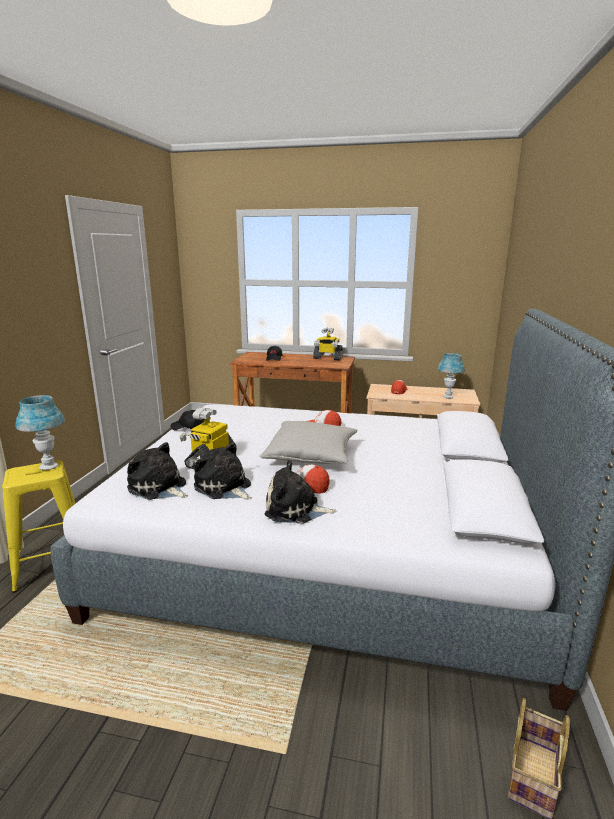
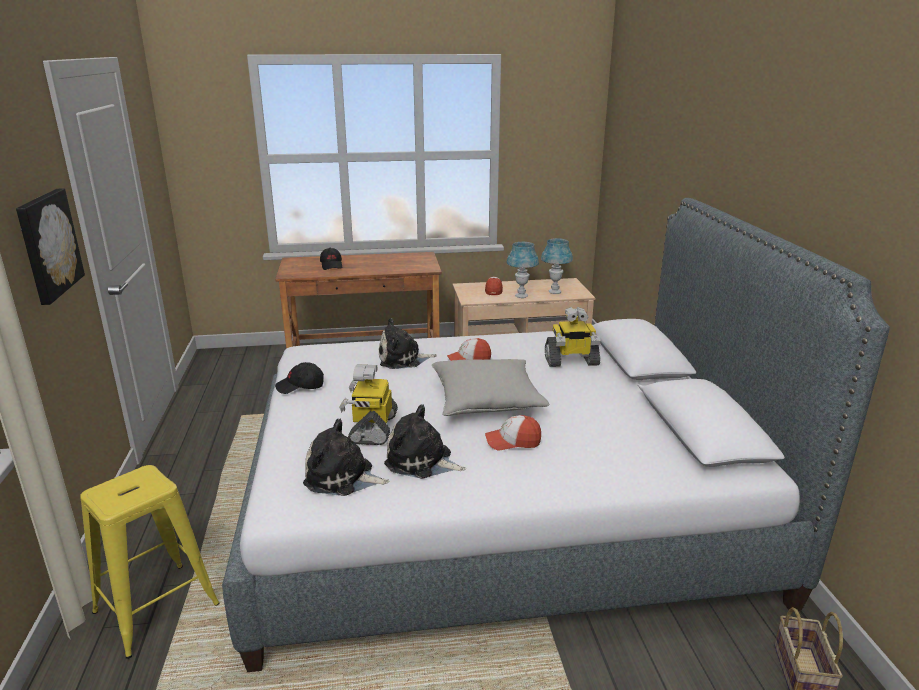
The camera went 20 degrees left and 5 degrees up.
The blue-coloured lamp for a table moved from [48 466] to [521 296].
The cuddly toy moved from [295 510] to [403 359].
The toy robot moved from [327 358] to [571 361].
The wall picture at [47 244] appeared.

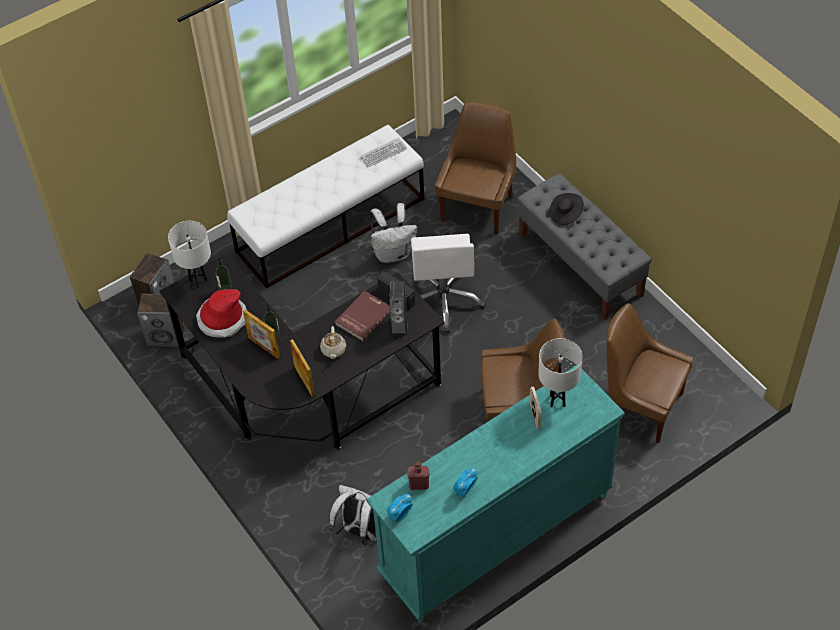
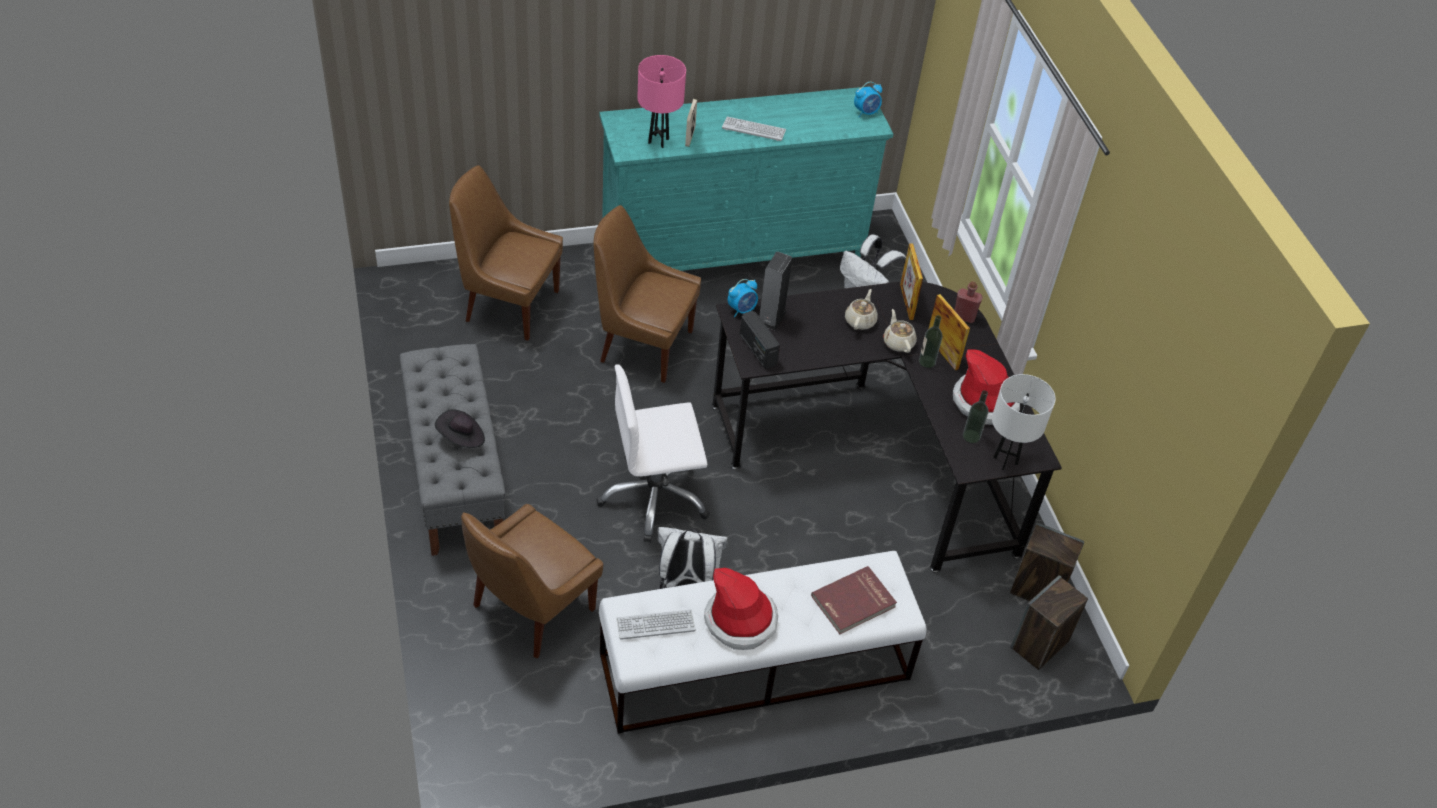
The camera went 165 degrees left and 5 degrees down.
The red bound book moved from [363 317] to [854 602].
The red drink bottle moved from [419 485] to [964 317].
The white-coloured desk chair at [444 300] turned 120 degrees counterclockwise.
The alarm clock moved from [465 490] to [742 310].
The white-coloured lamp for a table at [557 401] became the pink-coloured lamp for a table at [658 141].
The brown-coloured plain chair at [640 406] turned 150 degrees clockwise.
The clothing hat at [740 620] appeared.
The keyboard at [754 129] appeared.
The beige-coloured tea pot at [898 342] appeared.

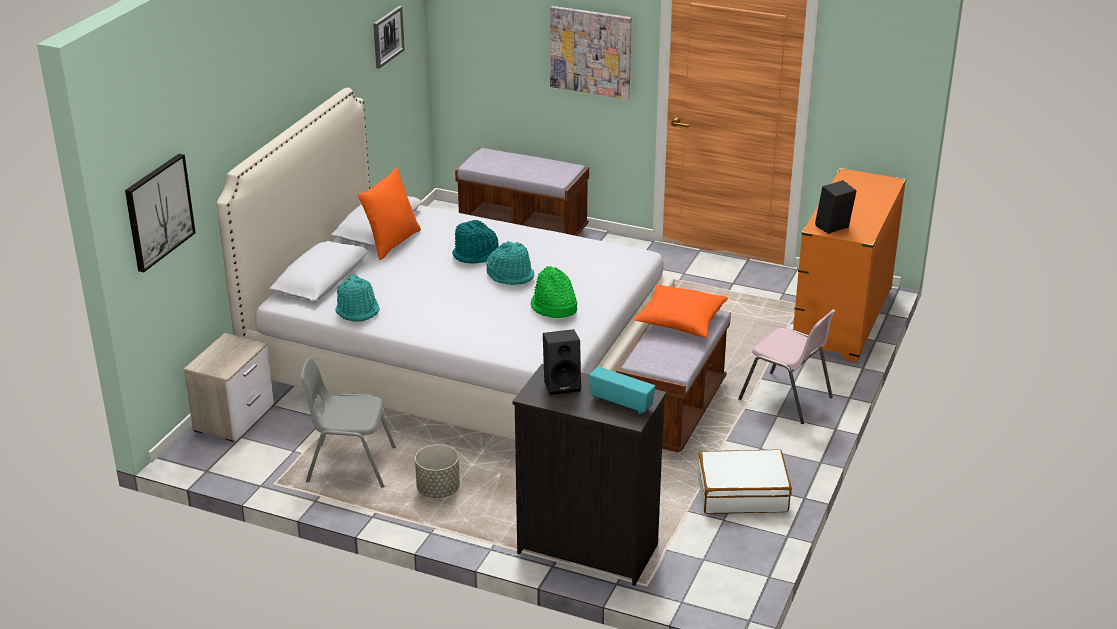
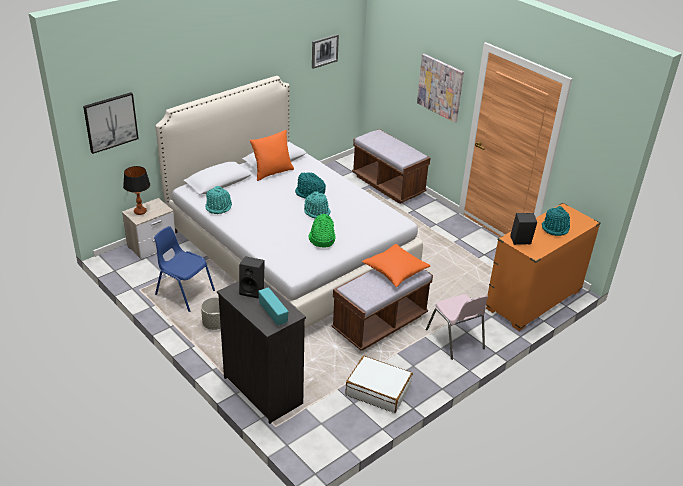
The camera went 25 degrees right and 5 degrees up.
The greyish plain chair at [349 464] became the blue-coloured plain chair at [184 292].
The lamp for a table at [140 212] appeared.
The turquoise clothing hat at [555 228] appeared.

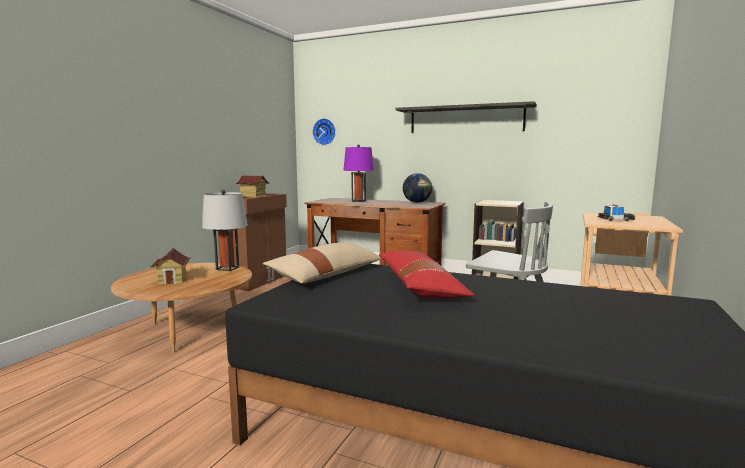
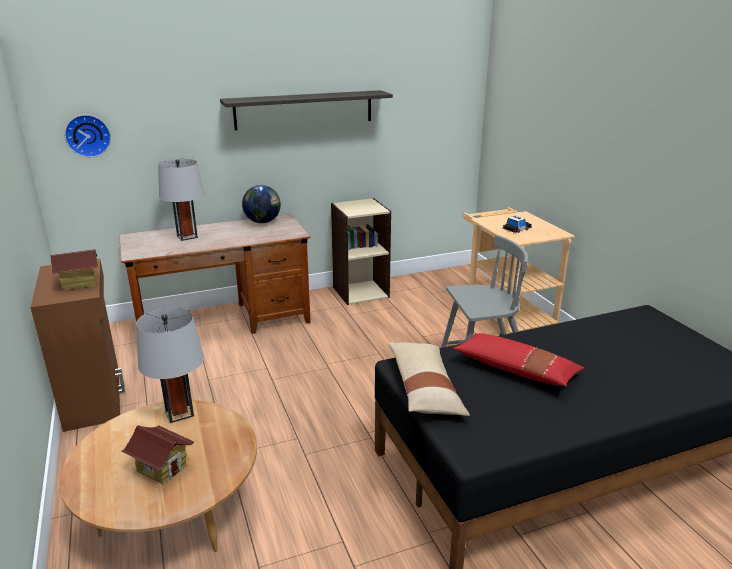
The camera went 45 degrees left and 15 degrees up.
The purple-coloured lamp for a table at [358 201] became the greyish lamp for a table at [187 236].

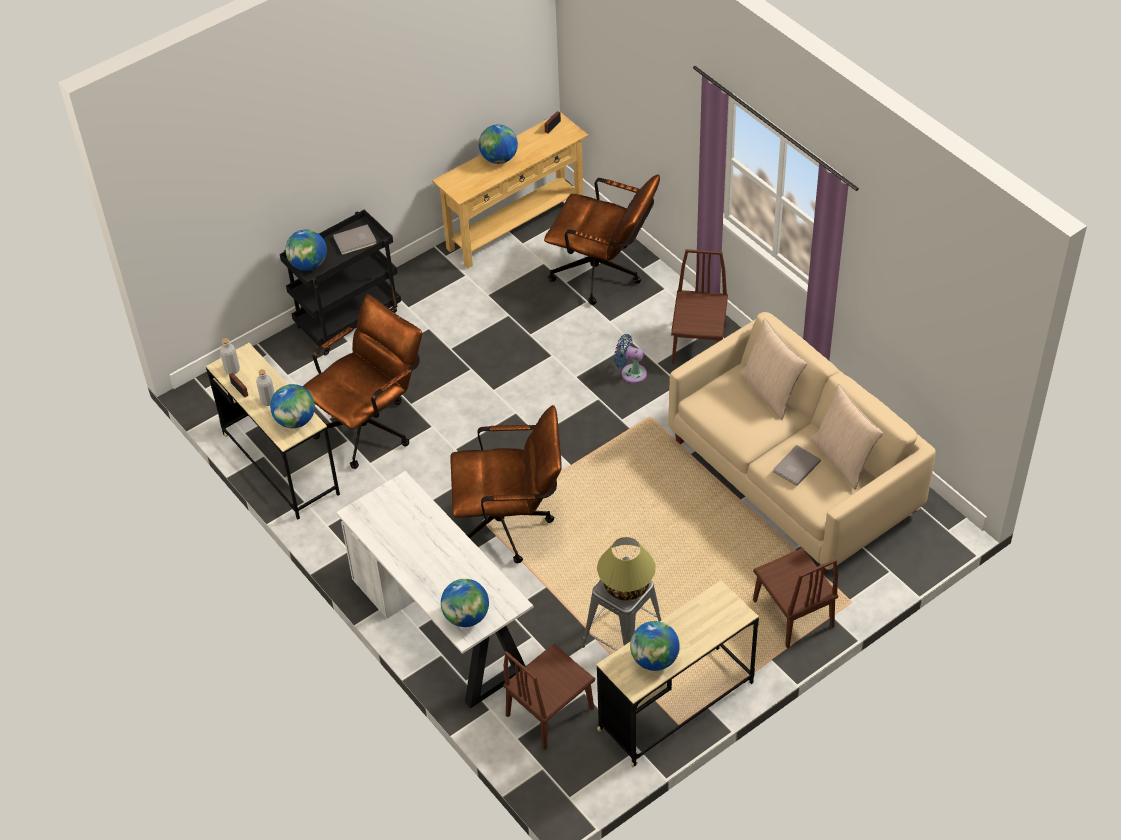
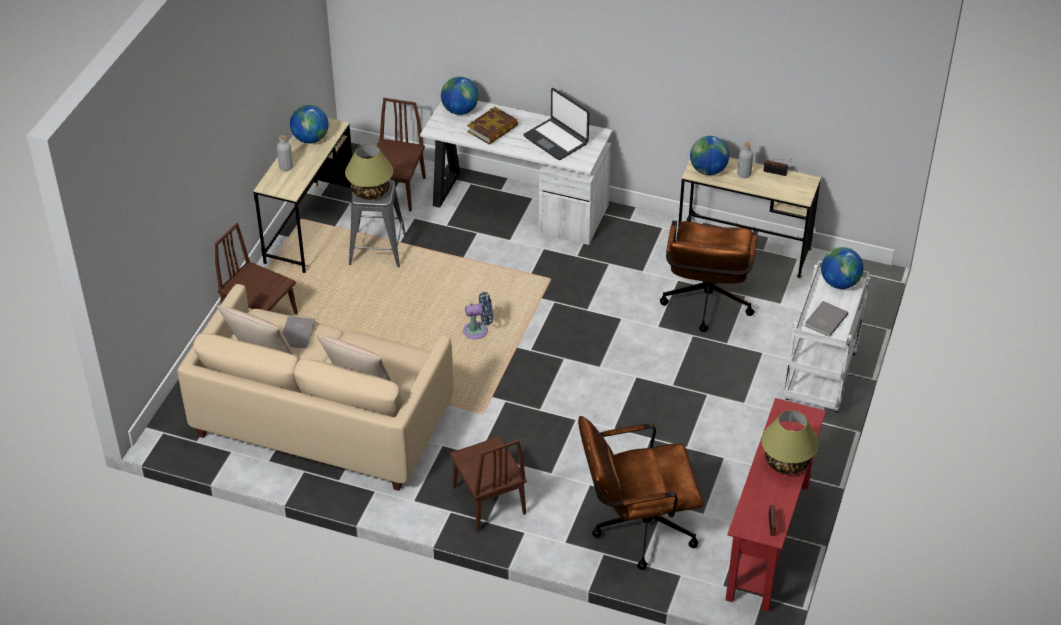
The camera went 145 degrees right and 5 degrees down.
The greyish drink bottle moved from [232 369] to [286 167].
The black-coloured cart at [348 319] became the white-coloured cart at [821 379].
The beige-coloured console table at [515 226] became the red console table at [769 541].
The brown-coloured desk chair at [510 525] disappeared.
The world globe at [499 159] was replaced by the lamp for a table at [787 462].
The blue-coloured cooling fan moved from [631 373] to [478 330].
The bound book at [493 129] appeared.
The laptop at [556 139] appeared.

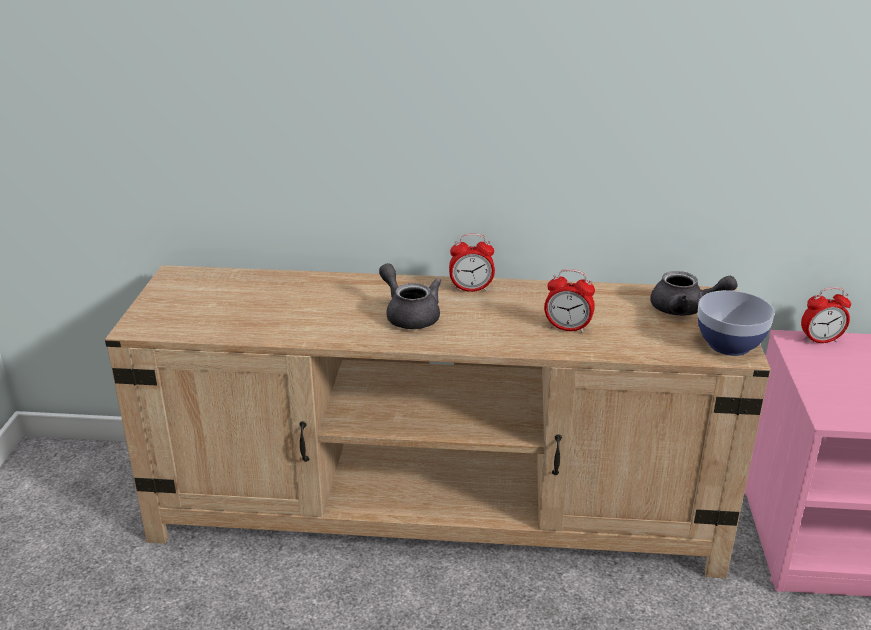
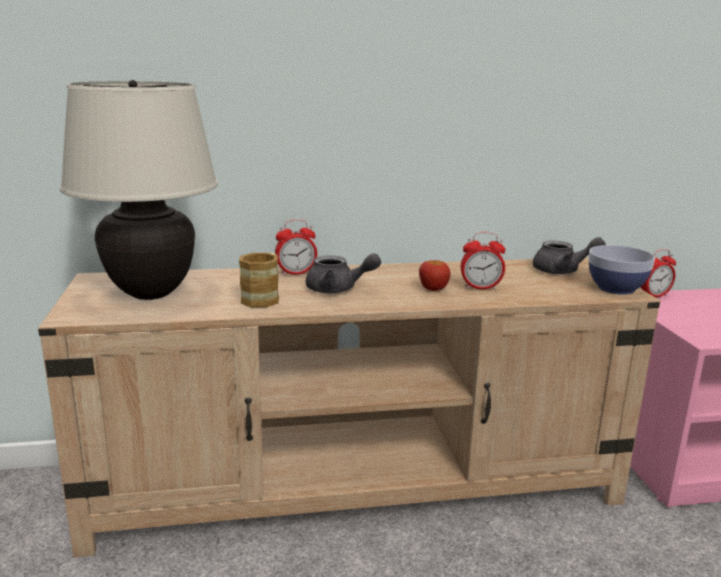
The camera went 15 degrees left and 10 degrees down.
The greyish tea pot at [409 315] turned 150 degrees clockwise.
The alarm clock moved from [471 289] to [296 273].
The beige-coloured lamp for a table at [150 293] appeared.
The coffee mug at [264 297] appeared.
The whole apple at [433 289] appeared.

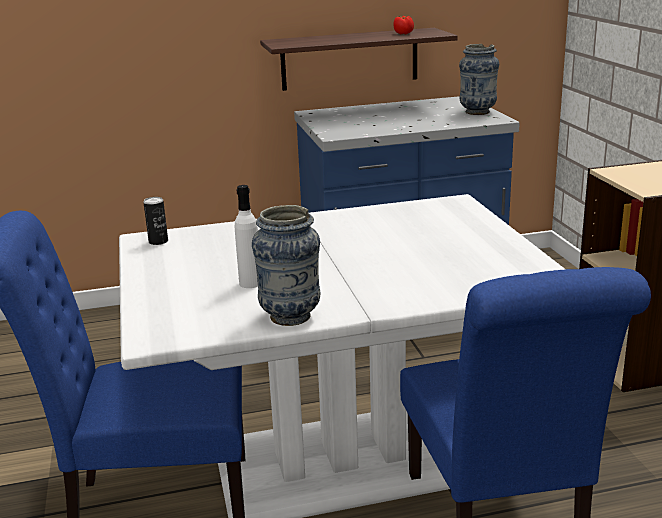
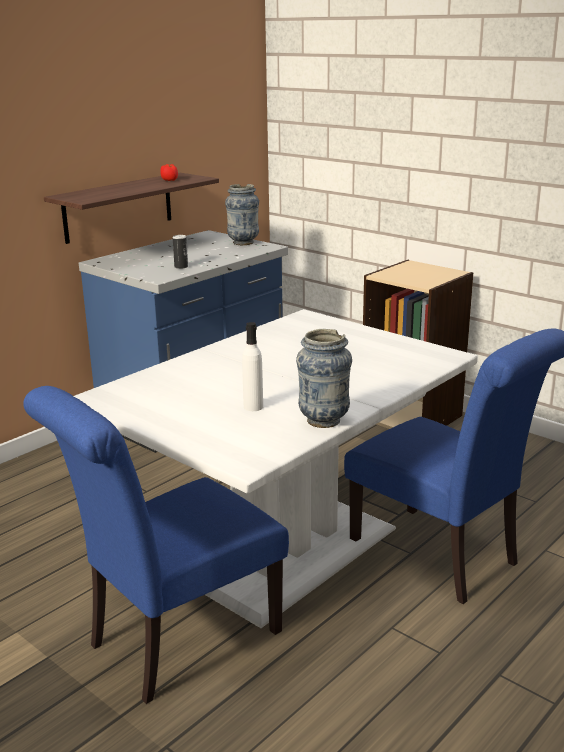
The camera went 35 degrees left and 0 degrees up.
The can moved from [158 241] to [181 267].

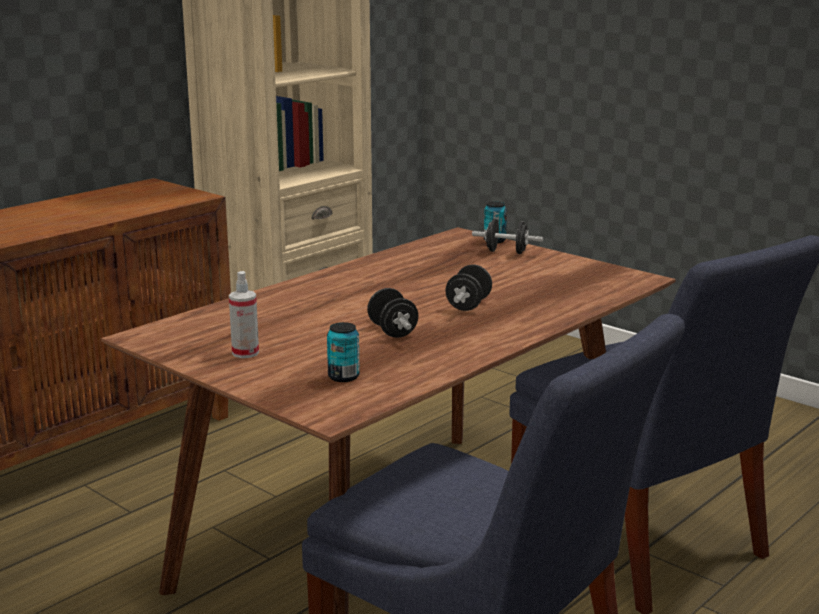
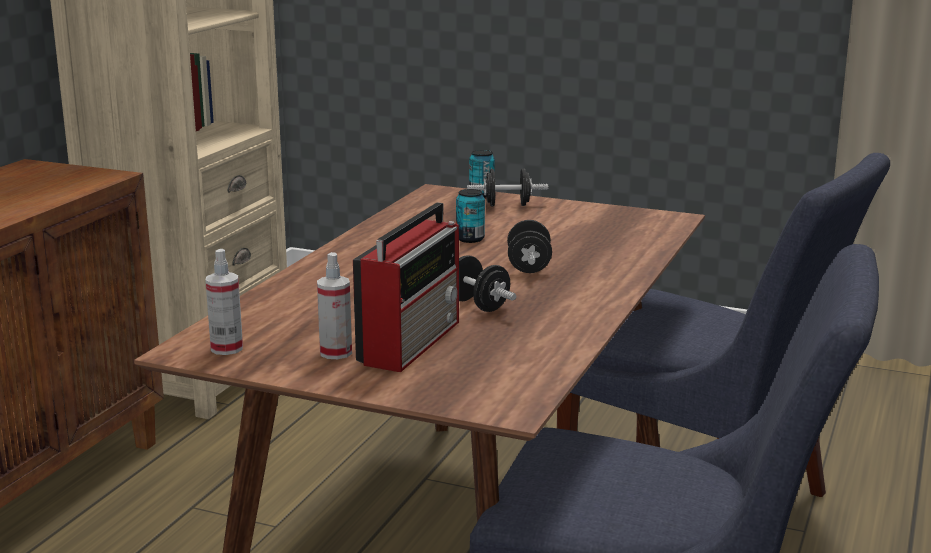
The camera went 20 degrees left and 0 degrees up.
The can moved from [343 377] to [470 239].
The spray bottle at [227 348] appeared.
The radio receiver at [412 341] appeared.

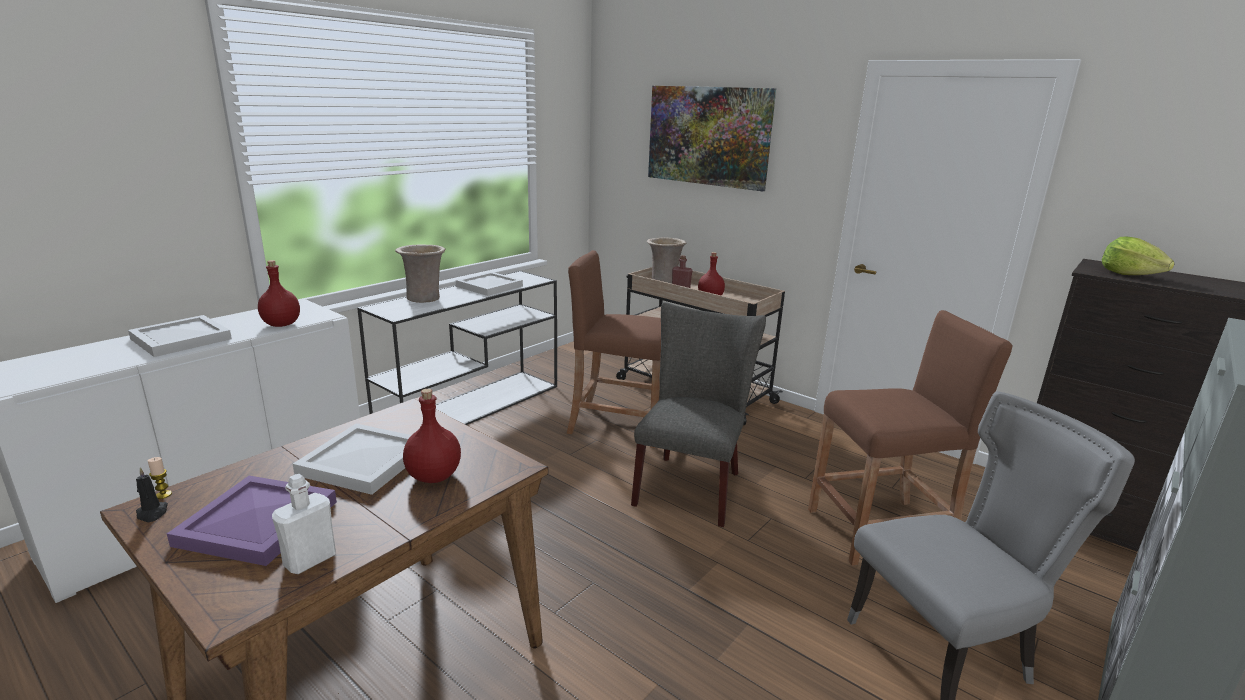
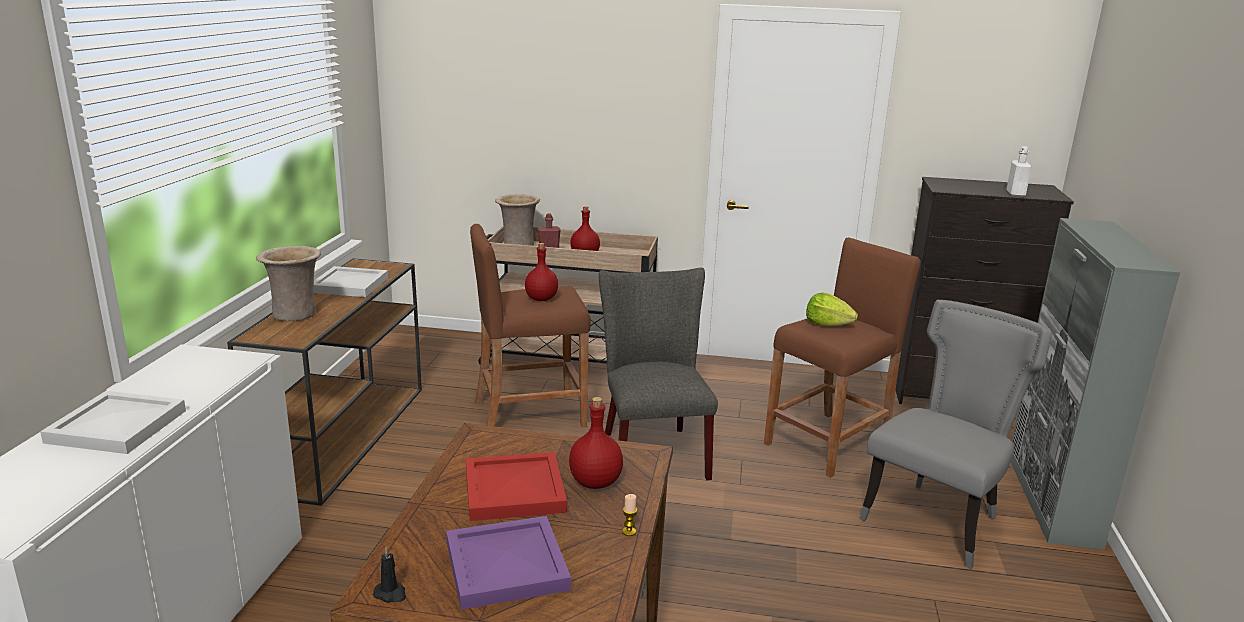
The camera went 30 degrees left and 0 degrees up.
The wax candle moved from [163 495] to [629 532].
The red drink bottle moved from [281 324] to [541 299].
The white-coloured drink bottle moved from [310 560] to [1015 194].
The white-coloured carrying tray at [364 463] became the red carrying tray at [516 491].
The white-coloured console table at [472 406] became the brown-coloured console table at [345 435].
The wall picture at [708 136] disappeared.
The head of lettuce moved from [1129 274] to [827 324].

